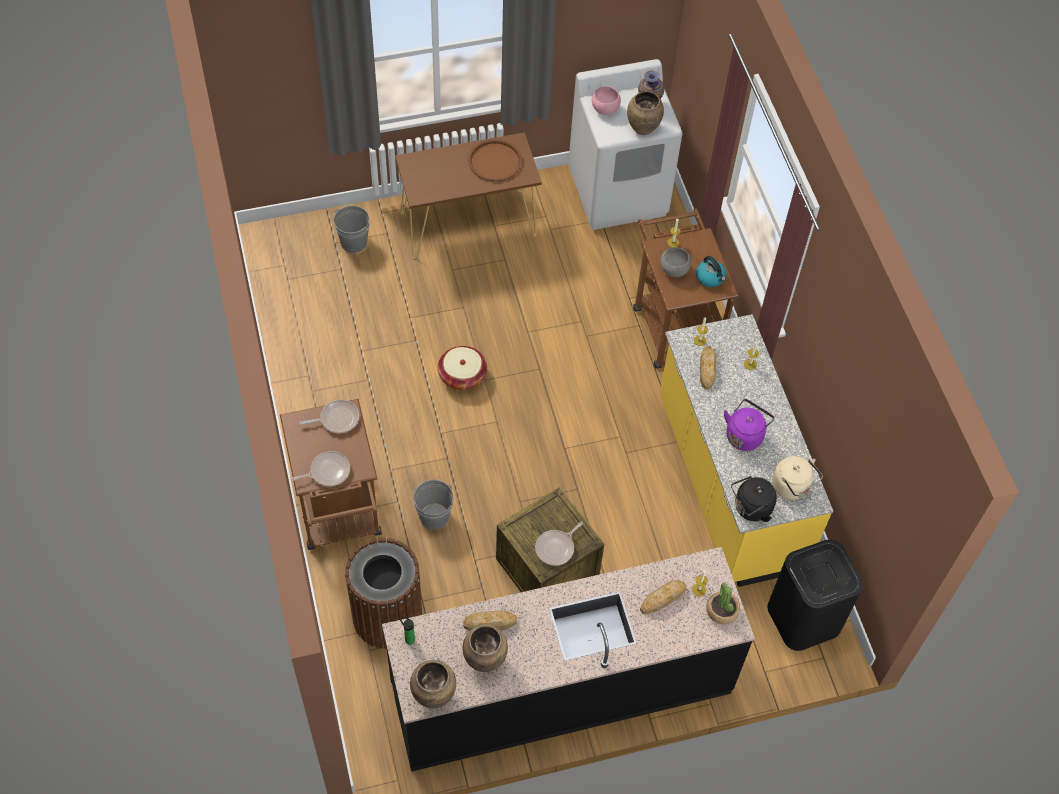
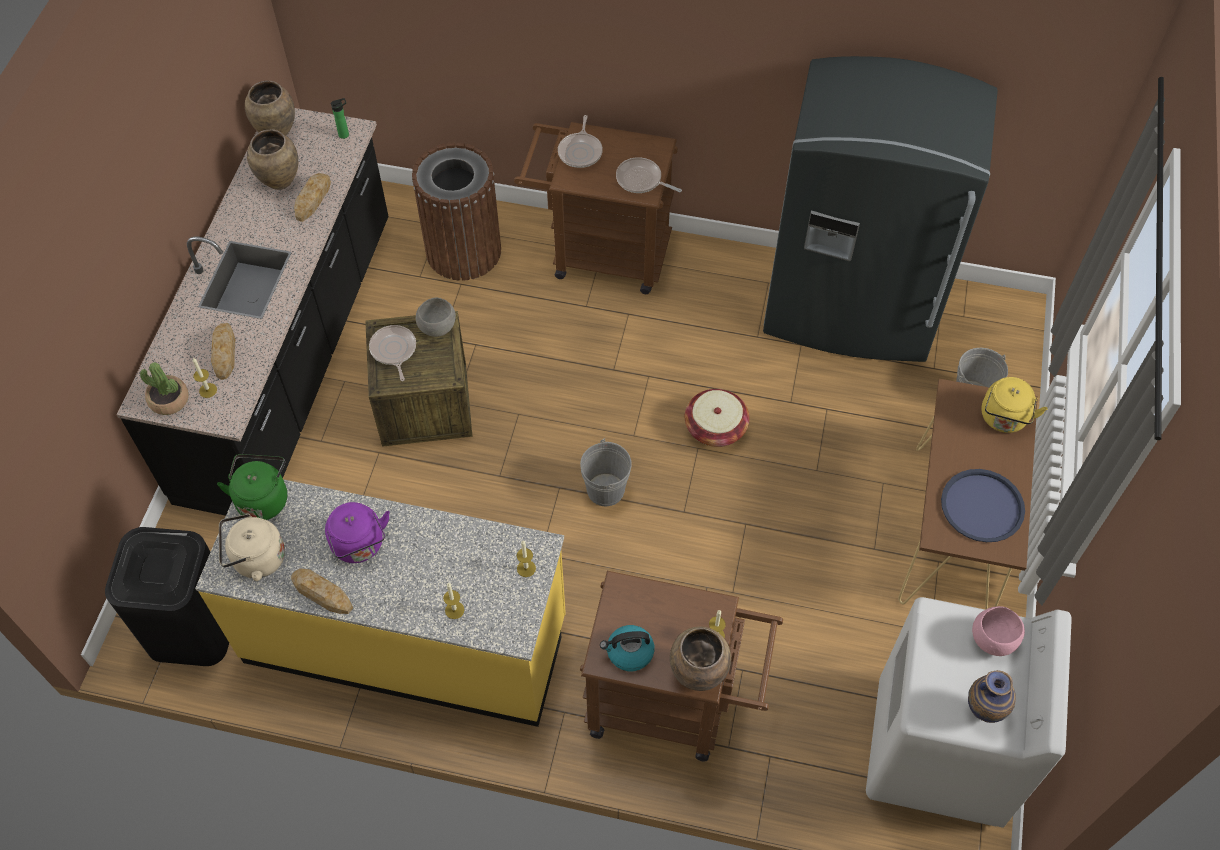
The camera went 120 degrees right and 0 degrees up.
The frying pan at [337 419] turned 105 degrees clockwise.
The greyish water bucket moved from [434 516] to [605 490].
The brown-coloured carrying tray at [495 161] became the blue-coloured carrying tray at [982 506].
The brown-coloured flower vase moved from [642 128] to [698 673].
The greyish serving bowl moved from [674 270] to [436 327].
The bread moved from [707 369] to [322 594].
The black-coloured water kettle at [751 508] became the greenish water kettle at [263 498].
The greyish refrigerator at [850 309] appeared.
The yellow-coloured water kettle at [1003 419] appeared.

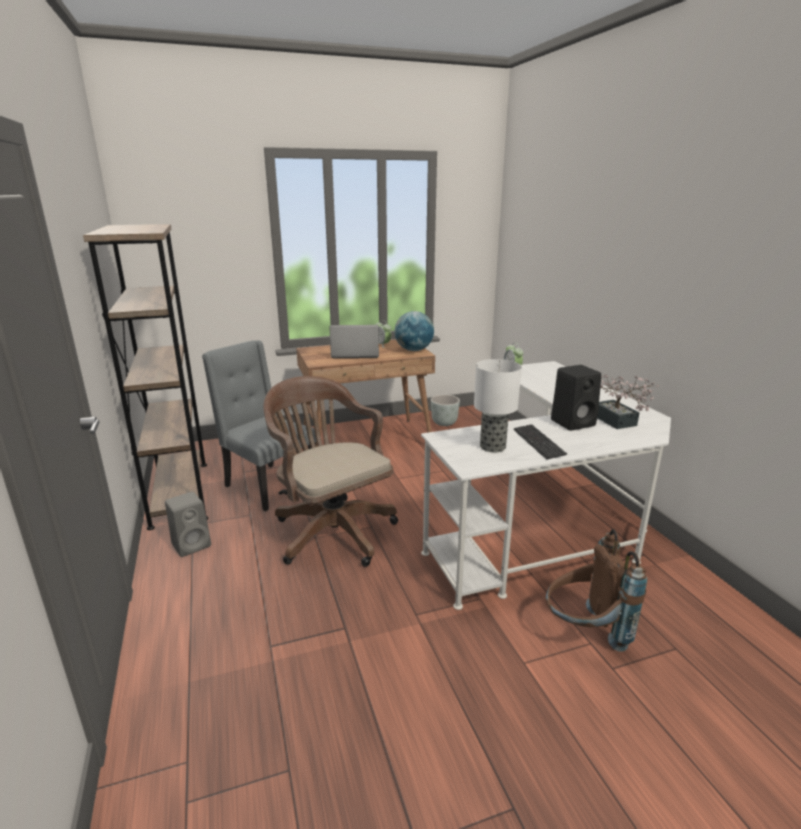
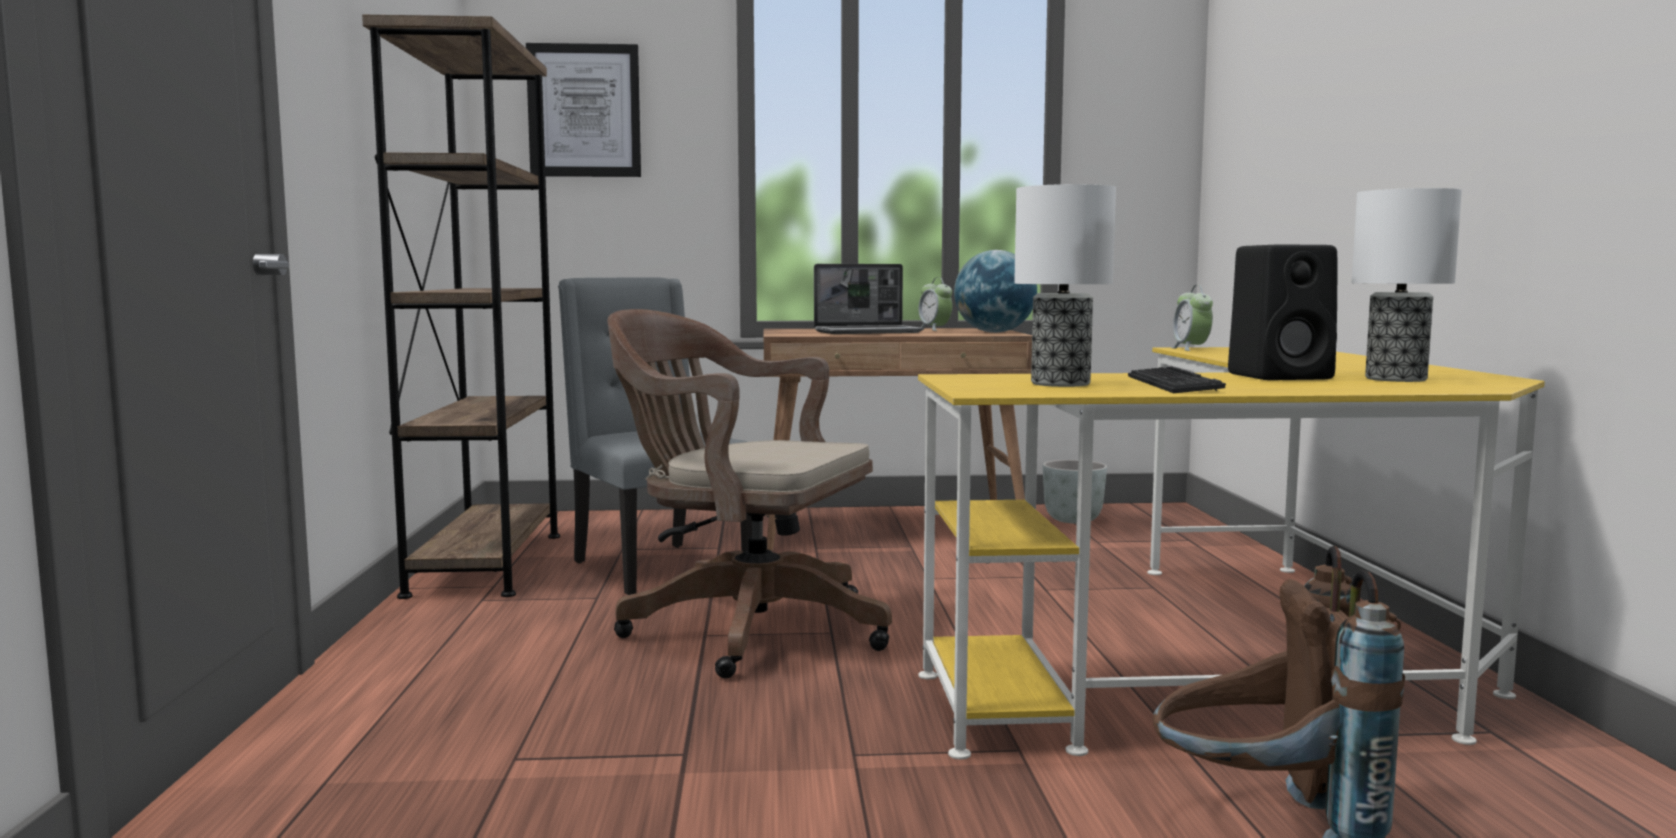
The camera went 15 degrees right and 15 degrees down.
The greyish speaker at [192 544] disappeared.
The brown-coloured desk chair at [331 530] turned 45 degrees counterclockwise.
The laptop at [354 354] turned 150 degrees clockwise.
The white-coloured desk at [544 521] became the yellow-coloured desk at [1242 660].
The plant in a pot at [617 422] was replaced by the lamp for a table at [1393 379].
The wall picture at [584 111] appeared.

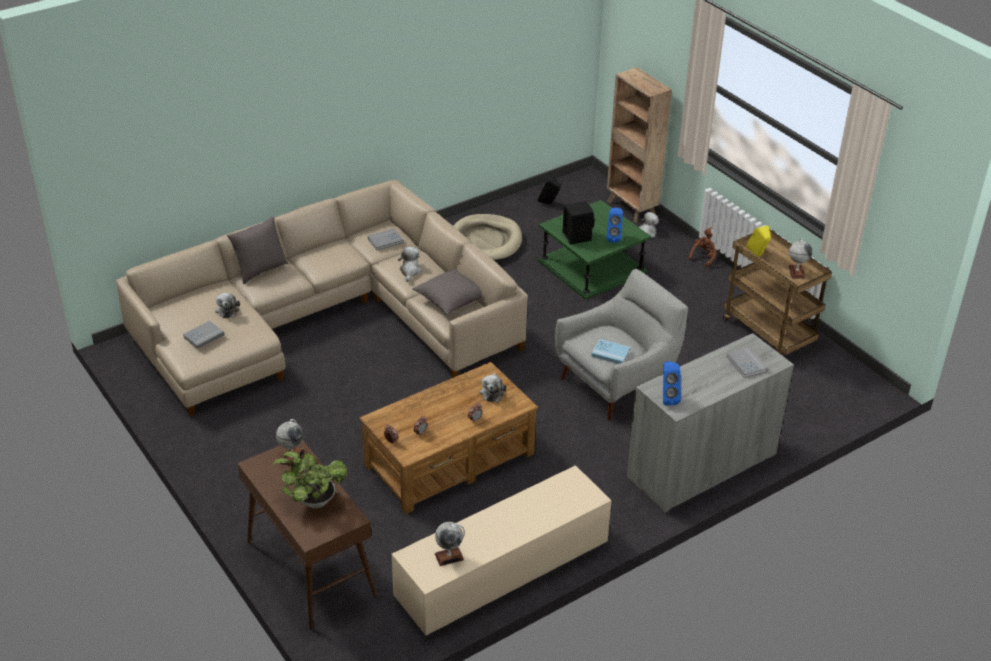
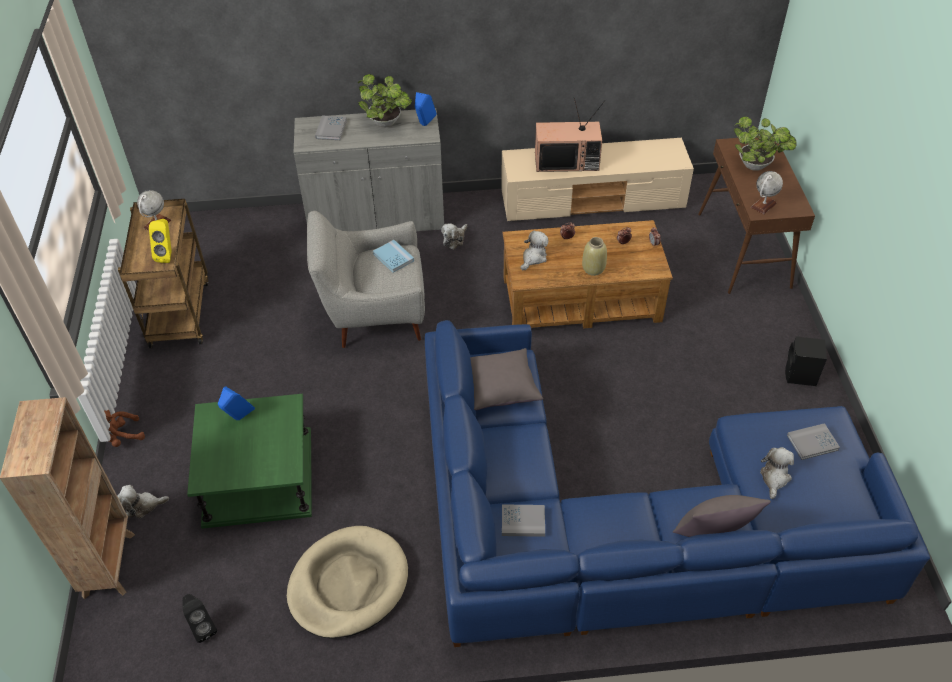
The camera went 150 degrees left and 10 degrees up.
The beige-coloured sofa at [325 320] became the blue-coloured sofa at [628 524].
The cuddly toy moved from [410 271] to [454 239].
The world globe at [449 556] disappeared.
The black-coloured speaker moved from [576 236] to [800 376].
The plant in a pot at [387 123] appeared.
The TV set at [567 161] appeared.
The beige-coloured flower vase at [593 269] appeared.

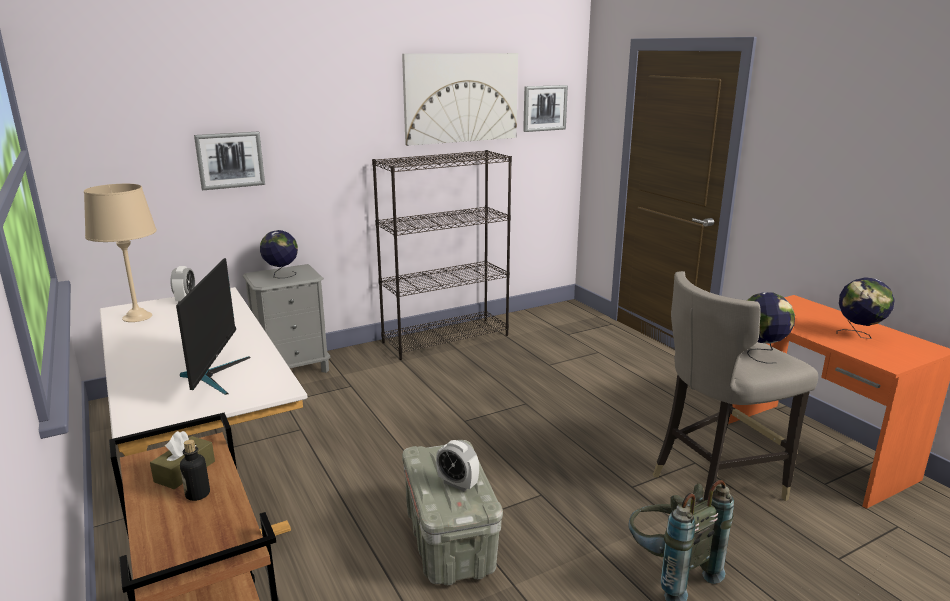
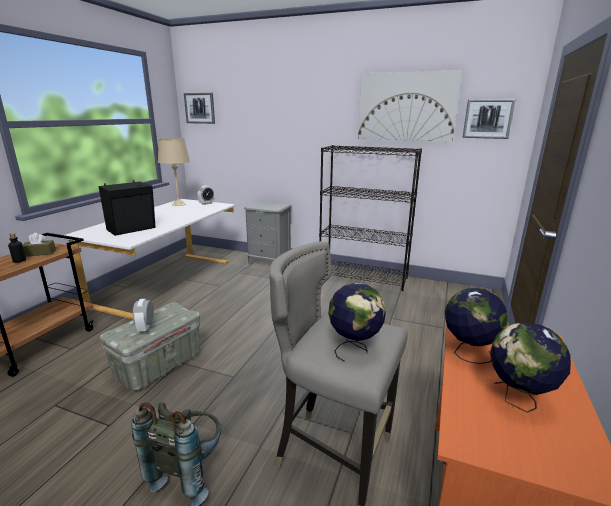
The camera went 50 degrees right and 0 degrees up.
The computer screen at [214 375] was replaced by the black-coloured speaker at [133 229].
The wall picture moved from [230 160] to [200 108].
The world globe moved from [281 275] to [468 354].

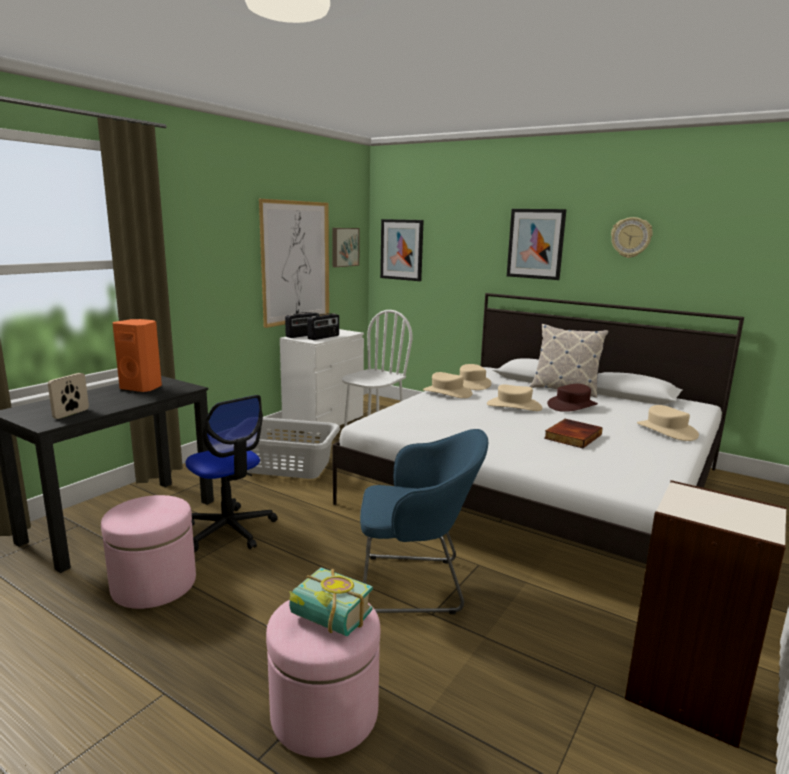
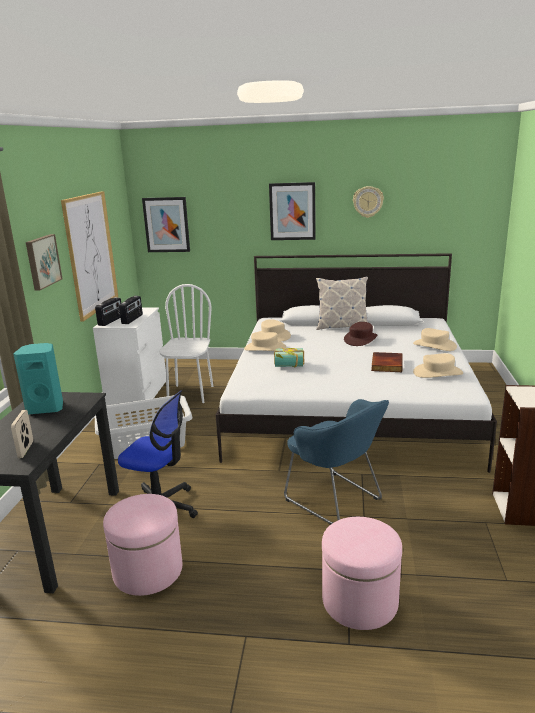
The camera went 25 degrees left and 5 degrees up.
The orange-coloured speaker at [142 388] became the turquoise speaker at [46 408].
The bound book moved from [326 621] to [289 366].
The wall picture moved from [344 247] to [42 261].
The blue-coloured armchair at [417 584] turned 75 degrees clockwise.
The beige-coloured clothing hat moved from [514 406] to [438 373].

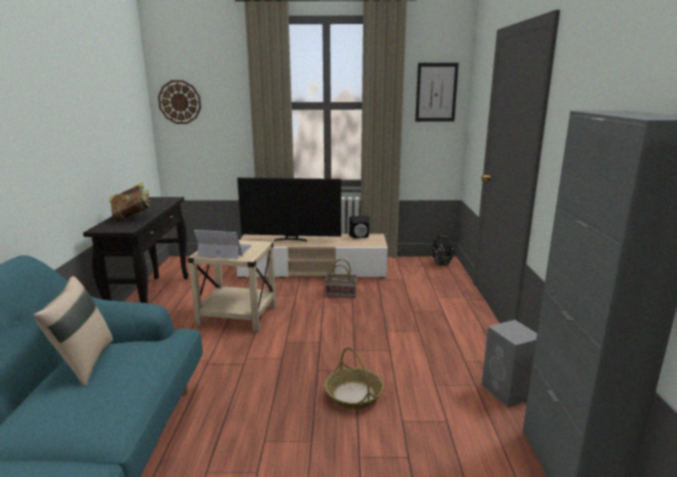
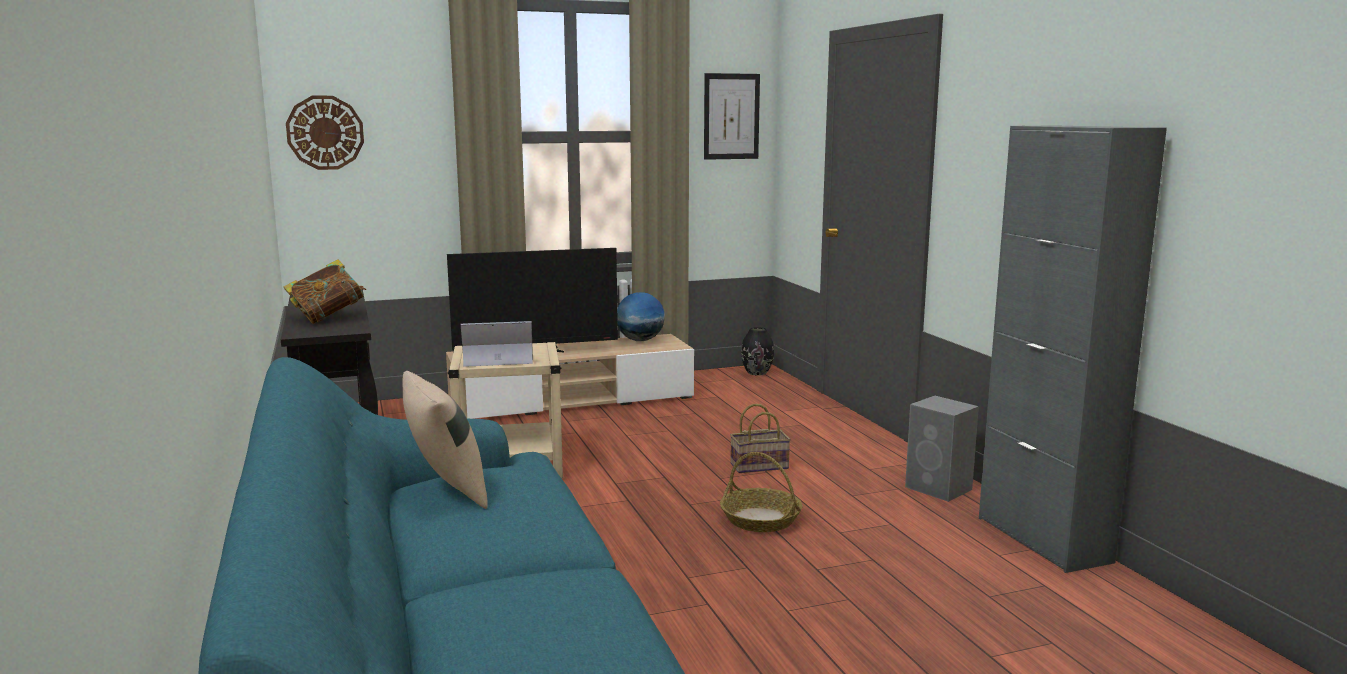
The camera went 20 degrees left and 5 degrees down.
The basket moved from [342 293] to [760 465].
The black-coloured speaker at [360 237] was replaced by the world globe at [640 340].

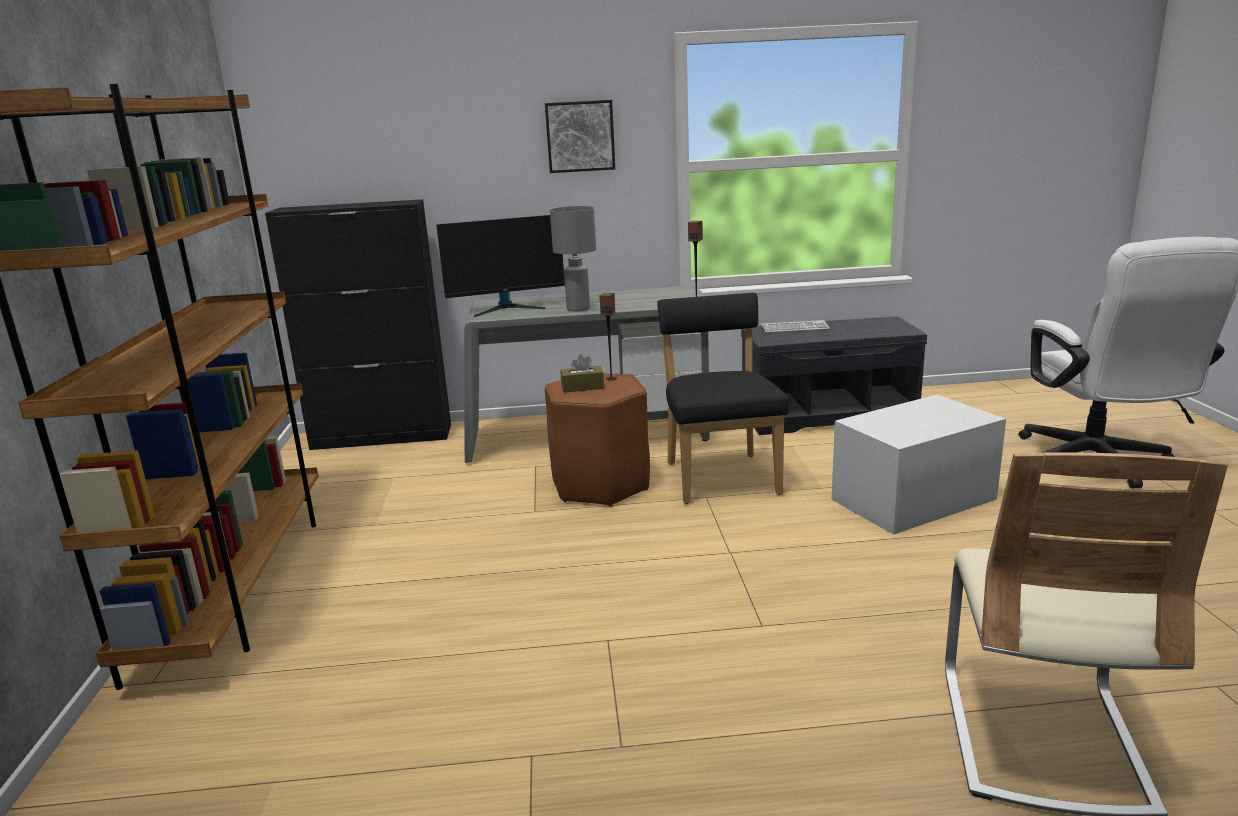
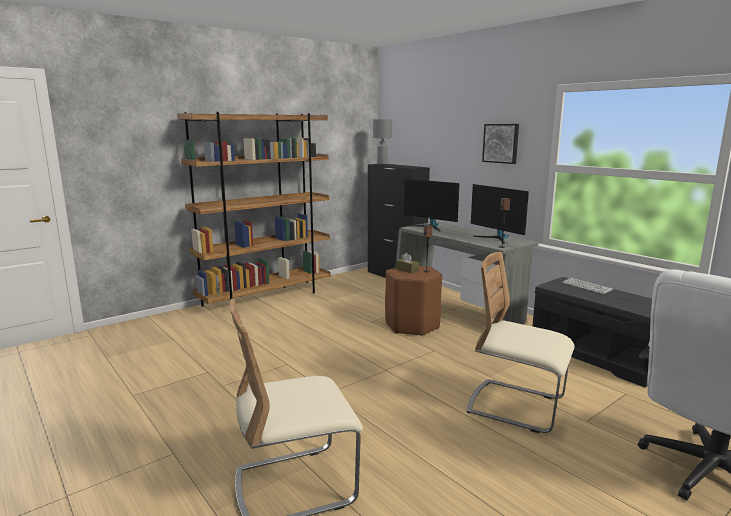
The camera went 55 degrees right and 5 degrees down.
The greyish lamp for a table moved from [579 309] to [382 164].
The black-coloured plain chair at [720 475] disappeared.
The white-coloured storage container at [913 499] was replaced by the beige-coloured plain chair at [516 406].
The computer screen at [497 238] appeared.

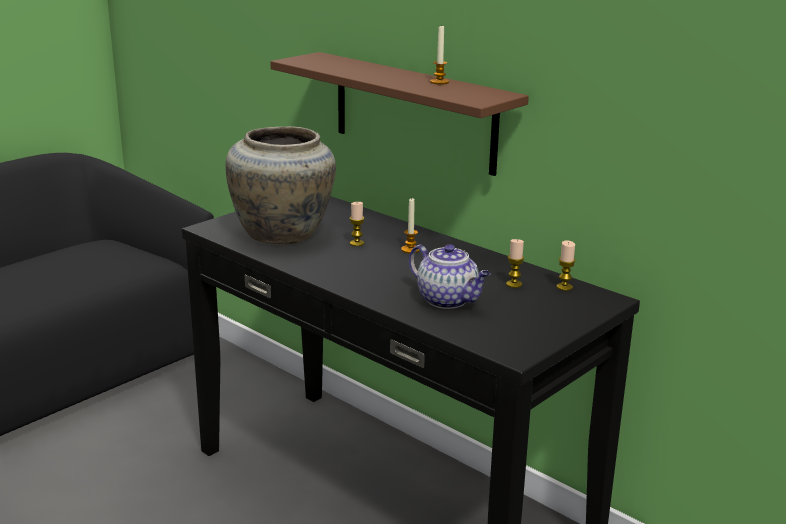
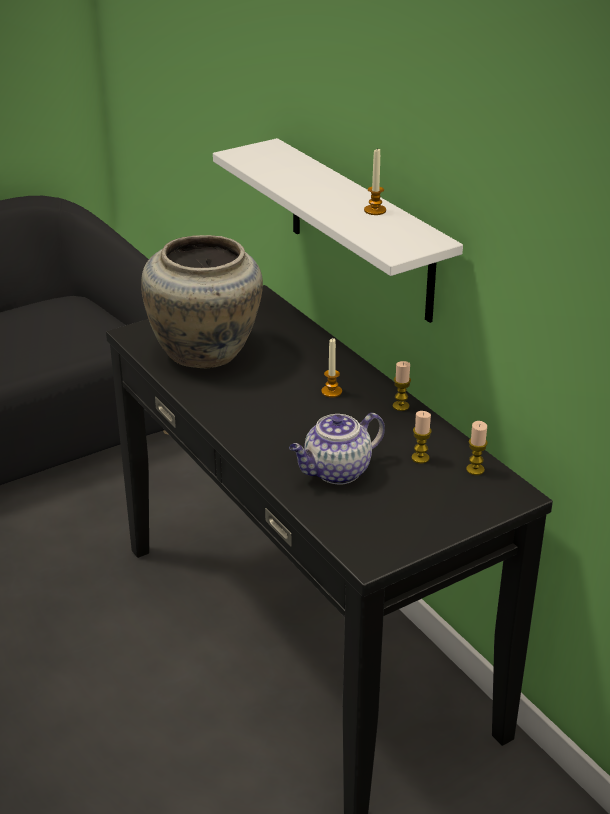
The camera went 15 degrees right and 10 degrees up.
The brown-coloured wall shelf at [414 112] became the white-coloured wall shelf at [360 230].
The wax candle moved from [357 243] to [400 406].
The tea pot at [448 300] turned 90 degrees clockwise.

